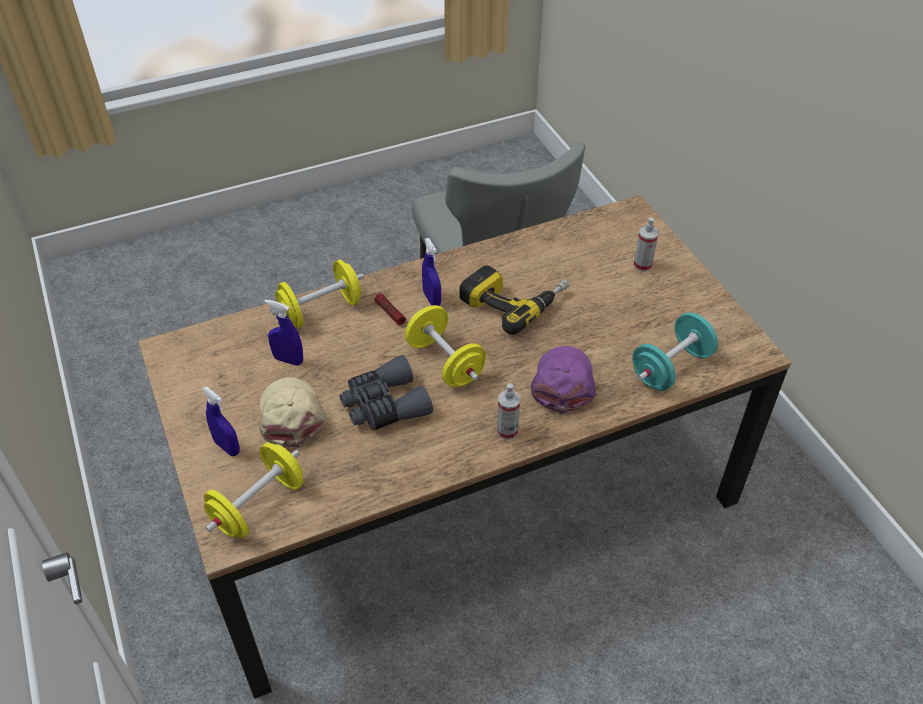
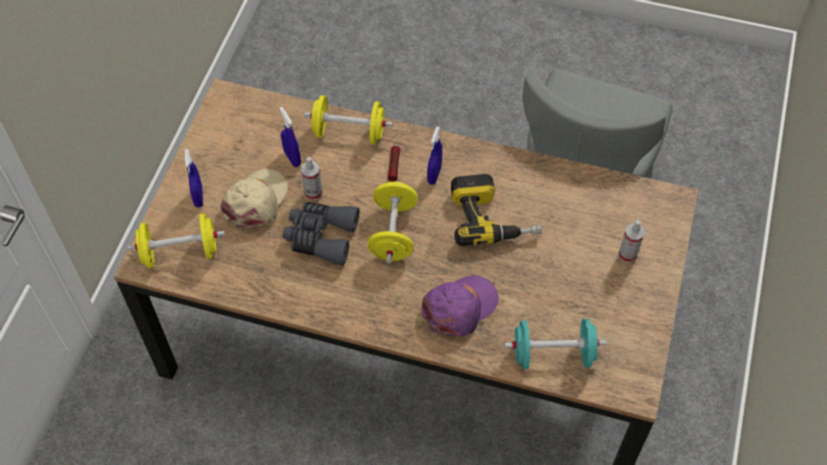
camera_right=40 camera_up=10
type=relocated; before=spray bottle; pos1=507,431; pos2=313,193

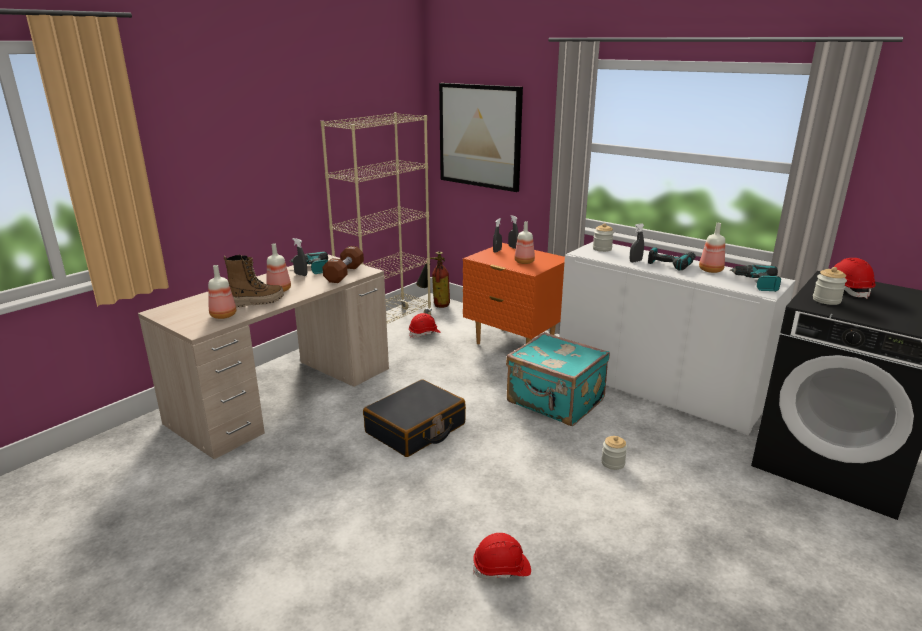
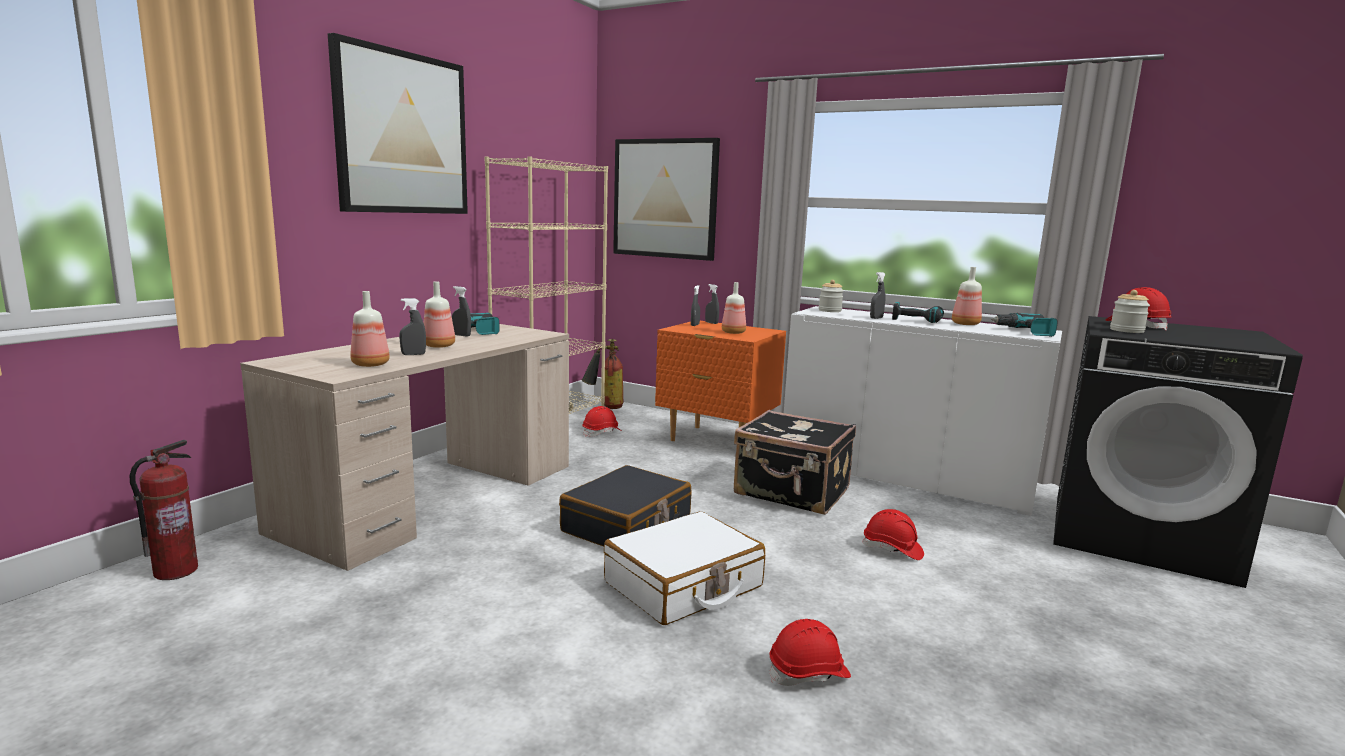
camera_right=-10 camera_up=-10
type=appeared; after=fire extinguisher; pos2=176,571
type=appeared; after=picture; pos2=402,134
type=exchanged; before=boot; after=spray bottle (grey); pos1=257,302; pos2=413,354
type=appeared; after=suitcase (white); pos2=684,585
type=colour; before=suitcase (turquoise); after=suitcase (black); pos1=555,402; pos2=792,493
type=exchanged; before=jar; after=hard hat (red); pos1=613,463; pos2=892,549
type=missing; before=dumbbell (brown); pos1=344,274

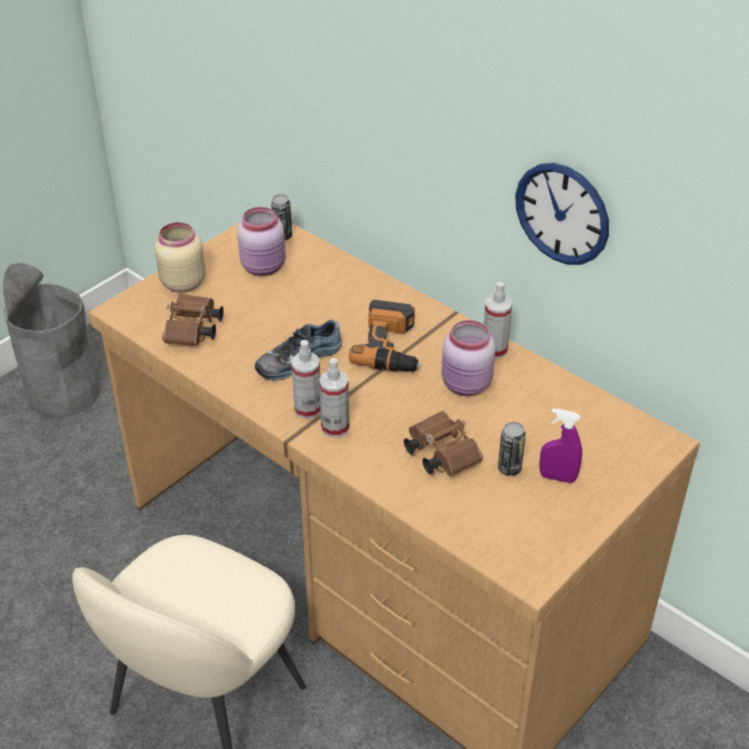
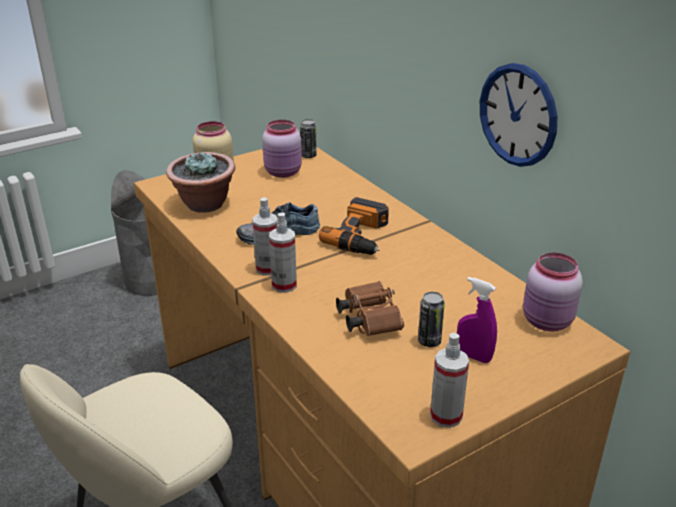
camera_right=15 camera_up=-10
type=exchanged; before=binoculars (brown); after=potted plant; pos1=193,331; pos2=204,204
type=relocated; before=spray bottle; pos1=494,350; pos2=446,416
type=relocated; before=jar (pink); pos1=466,385; pos2=547,322

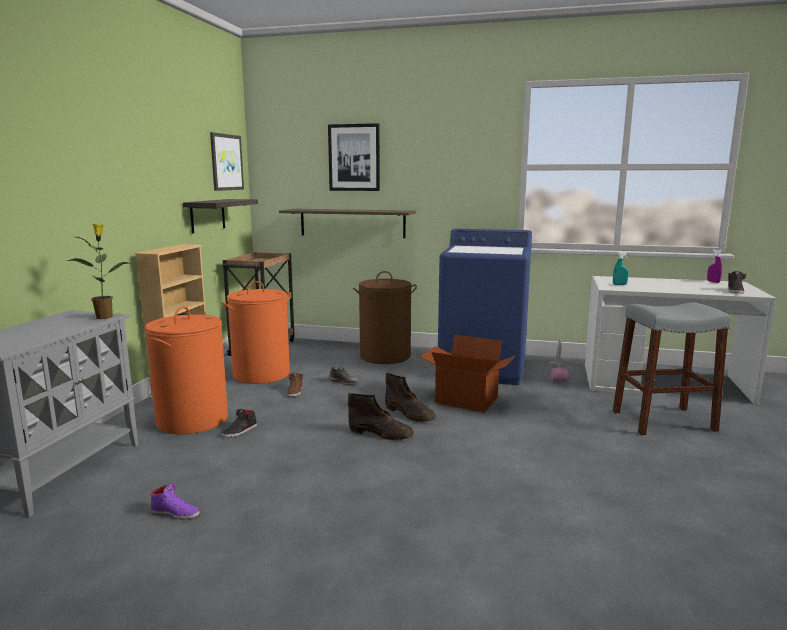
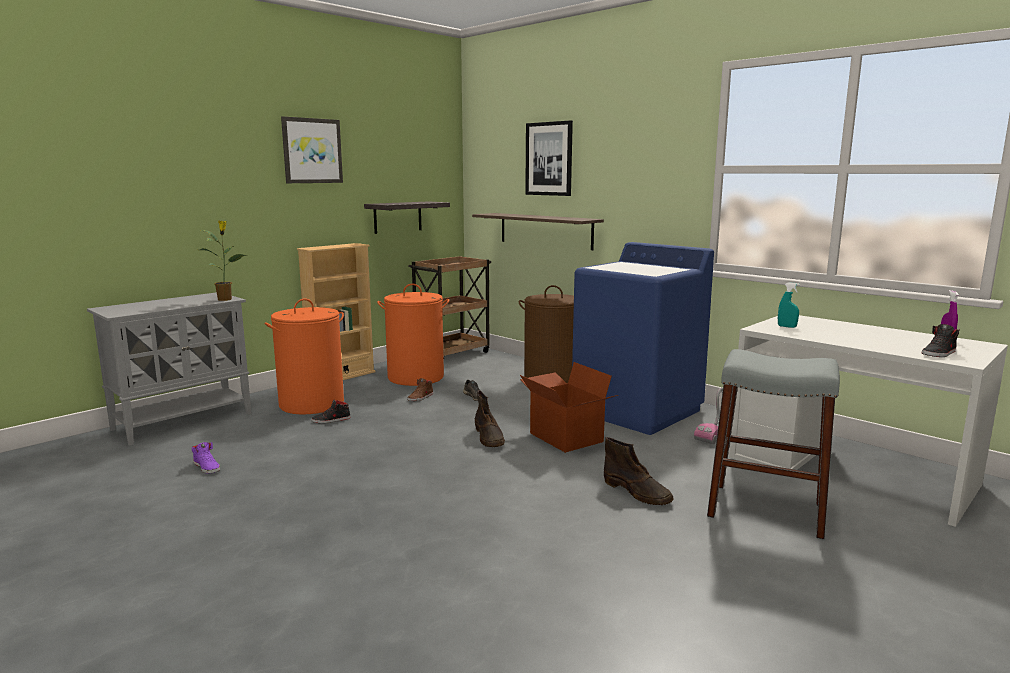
camera_right=30 camera_up=0
type=relocated; before=picture; pos1=226,162; pos2=312,151
type=relocated; before=boot (brown); pos1=381,433; pos2=637,492

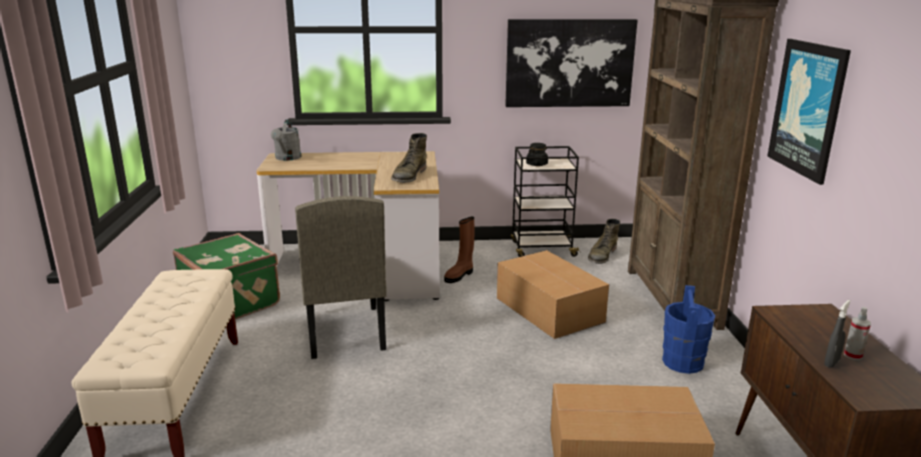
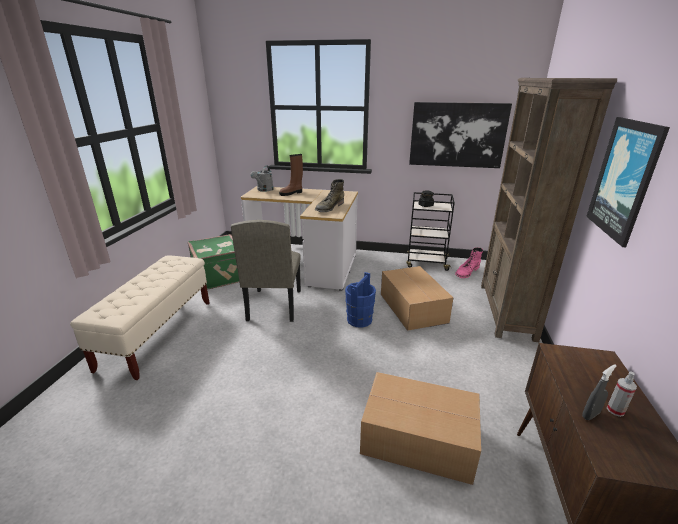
camera_right=15 camera_up=5
type=relocated; before=boot (brown); pos1=459,275; pos2=291,193
type=relocated; before=bucket (blue); pos1=683,362; pos2=359,320
type=colour; before=boot (green); after=boot (pink); pos1=602,255; pos2=467,272

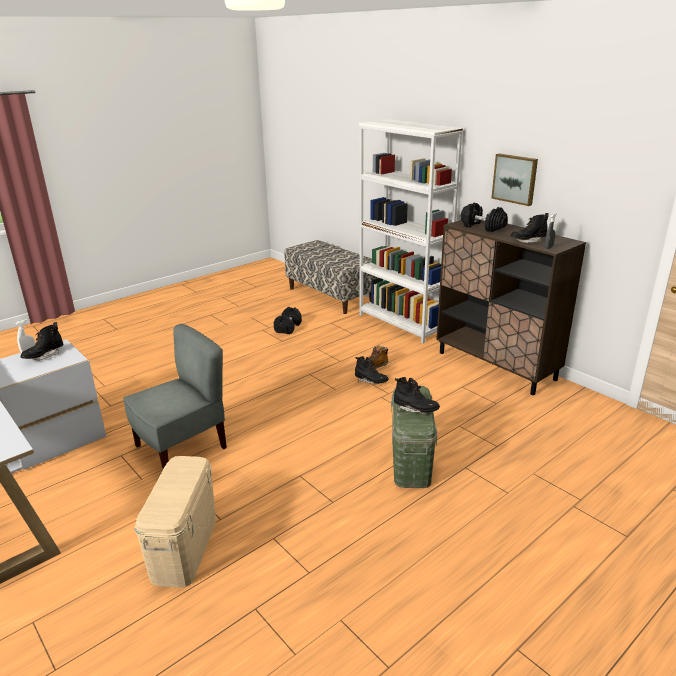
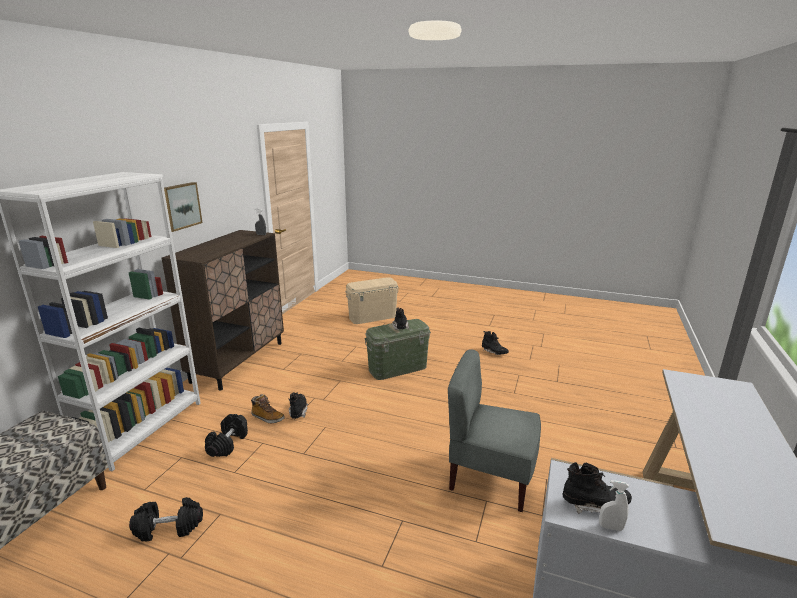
camera_right=-120 camera_up=-5
type=relocated; before=dumbbell (black); pos1=482,227; pos2=228,444
type=relocated; before=storage box (beige); pos1=185,548; pos2=372,317
type=relocated; before=boot (black); pos1=528,241; pos2=494,352

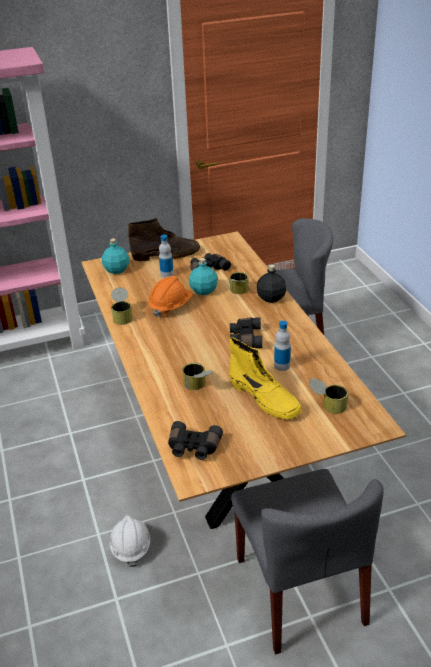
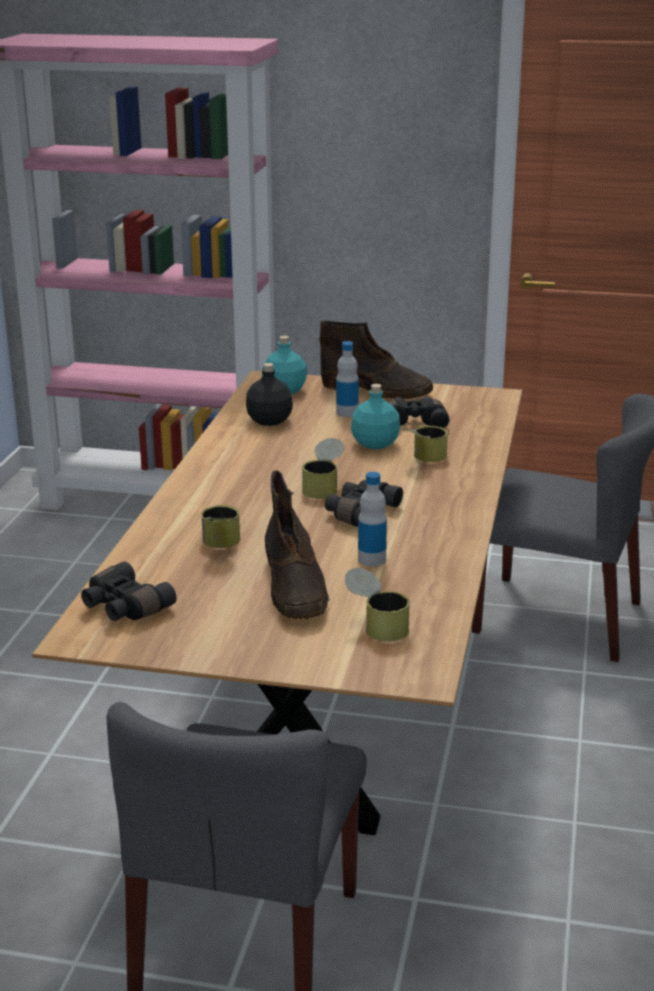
camera_right=30 camera_up=-10
type=relocated; before=bottle (black); pos1=271,298; pos2=270,421
type=colour; before=boot (yellow); after=boot (brown); pos1=265,398; pos2=295,587
type=relocated; before=can; pos1=122,315; pos2=324,487
type=missing; before=hard hat (white); pos1=130,547
type=missing; before=hard hat (orange); pos1=170,307

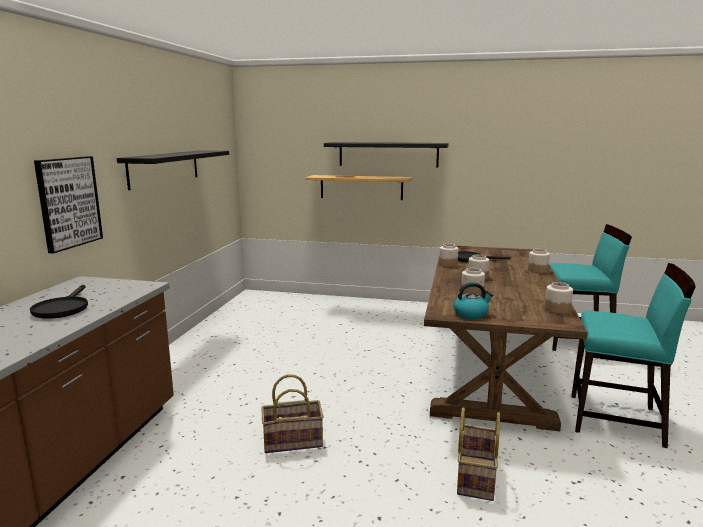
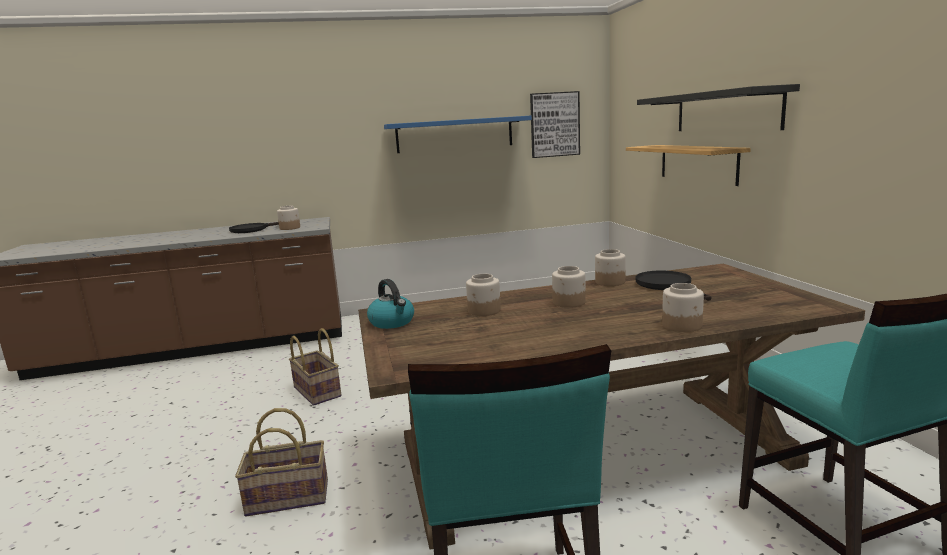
camera_right=65 camera_up=0
type=relocated; before=jar; pos1=557,309; pos2=290,228
type=colour; before=shelf (black); after=shelf (blue); pos1=164,168; pos2=454,134
type=relocated; before=picture; pos1=68,202; pos2=554,124

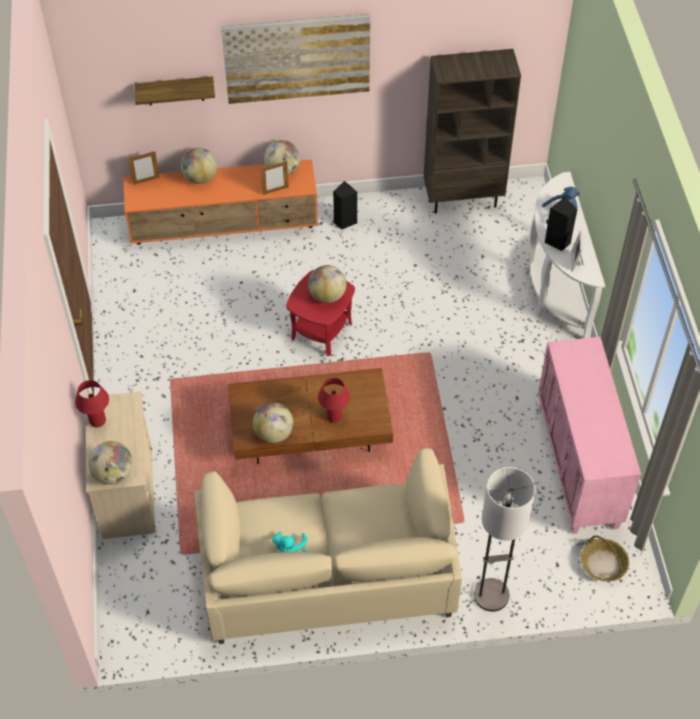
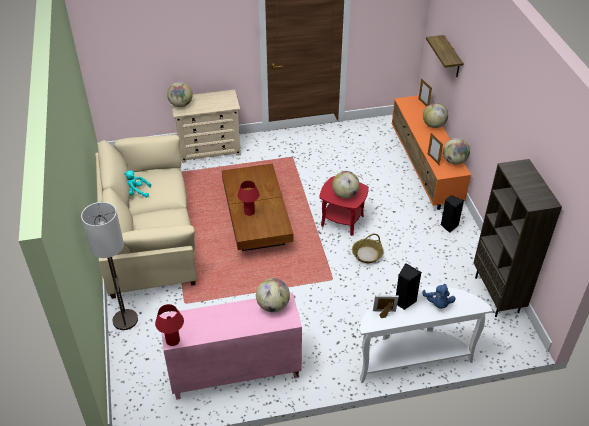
camera_right=85 camera_up=-10
type=relocated; before=table lamp (red); pos1=97,421; pos2=173,341
type=relocated; before=globe; pos1=274,433; pos2=273,306
type=relocated; before=basket; pos1=603,564; pos2=367,254
type=missing; before=picture; pos1=297,58

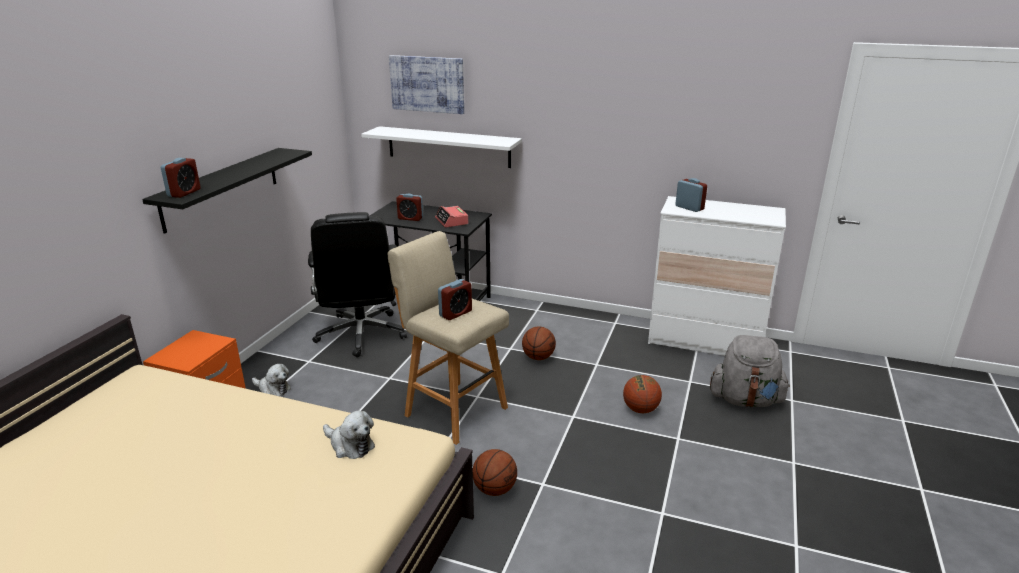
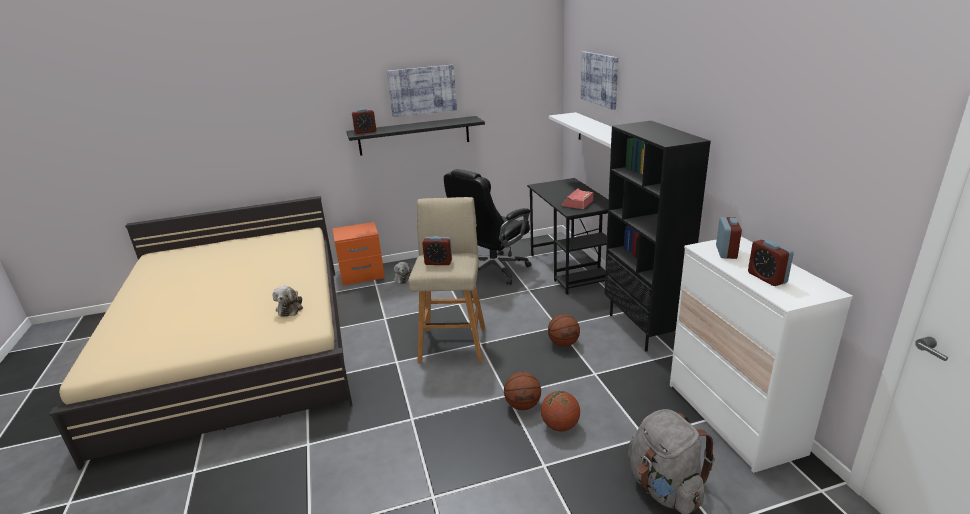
camera_right=55 camera_up=0
type=appeared; after=picture; pos2=422,90
type=relocated; before=basketball; pos1=495,489; pos2=523,405
type=appeared; after=bookcase (black); pos2=643,329
type=relocated; before=alarm clock; pos1=410,218; pos2=767,278

